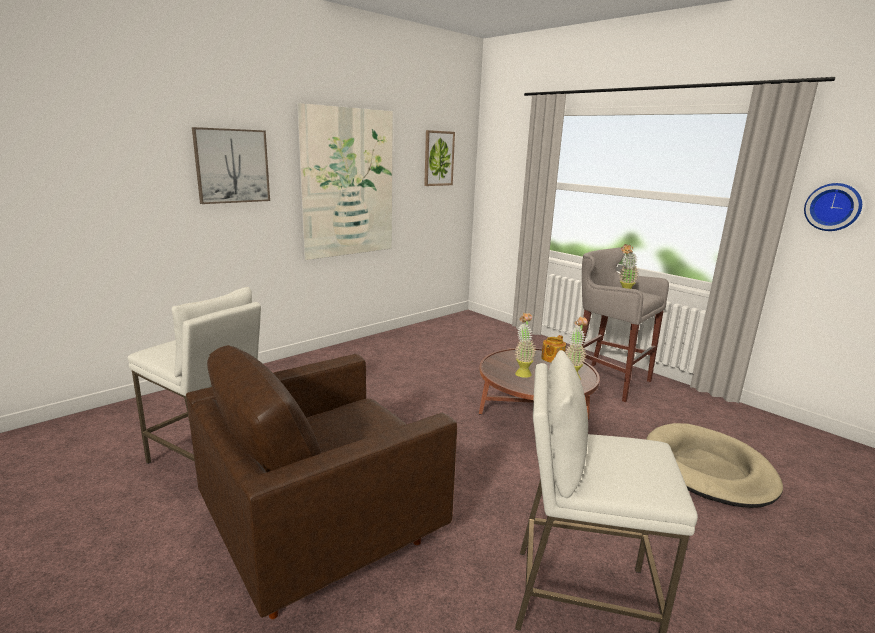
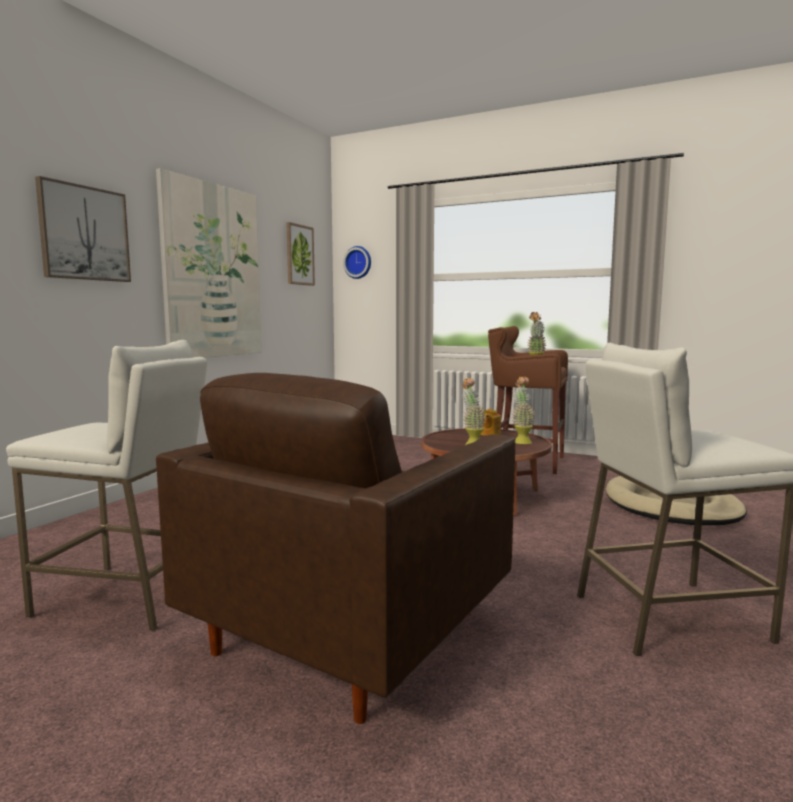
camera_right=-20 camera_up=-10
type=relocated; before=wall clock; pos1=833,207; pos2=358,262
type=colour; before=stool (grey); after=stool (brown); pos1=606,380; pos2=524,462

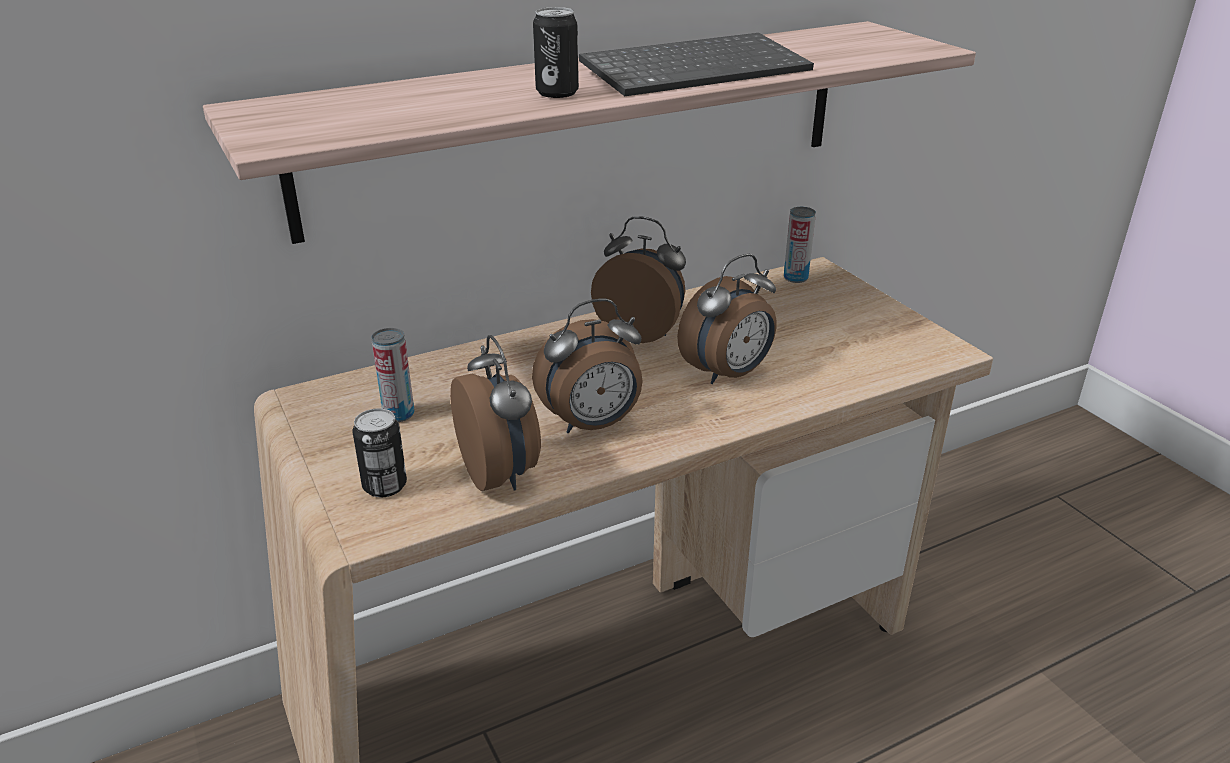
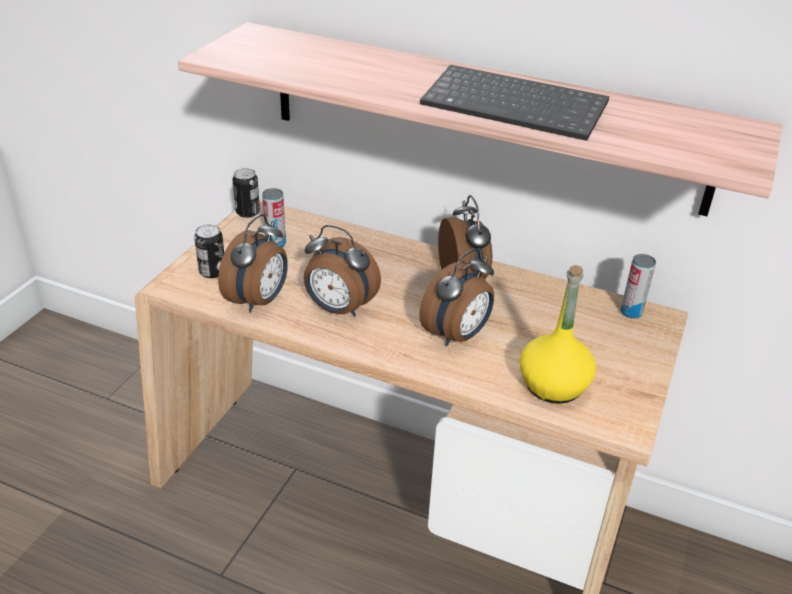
camera_right=50 camera_up=5
type=relocated; before=can; pos1=557,93; pos2=247,212
type=spun; before=alarm clock; pos1=728,374; pos2=457,336; turn=-60
type=appeared; after=bottle (yellow); pos2=553,385

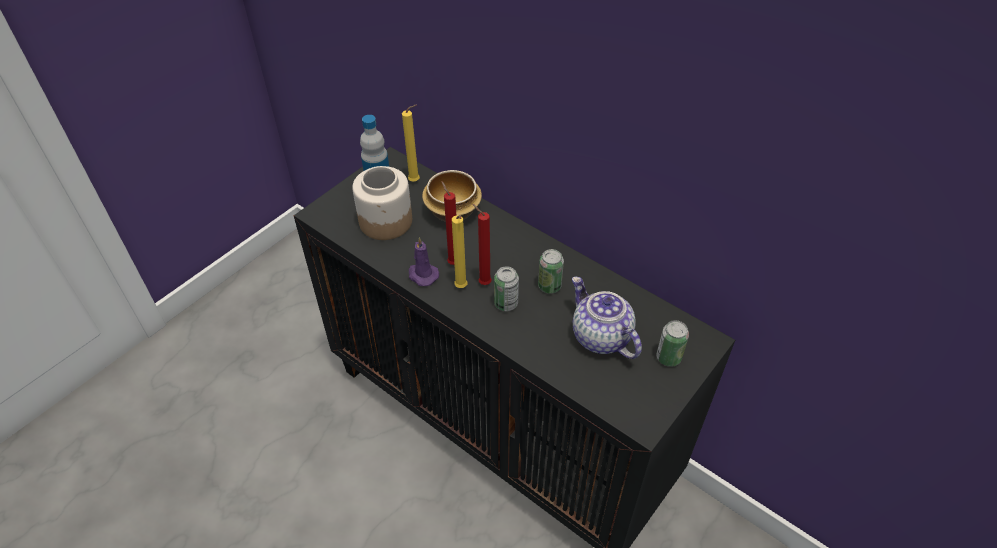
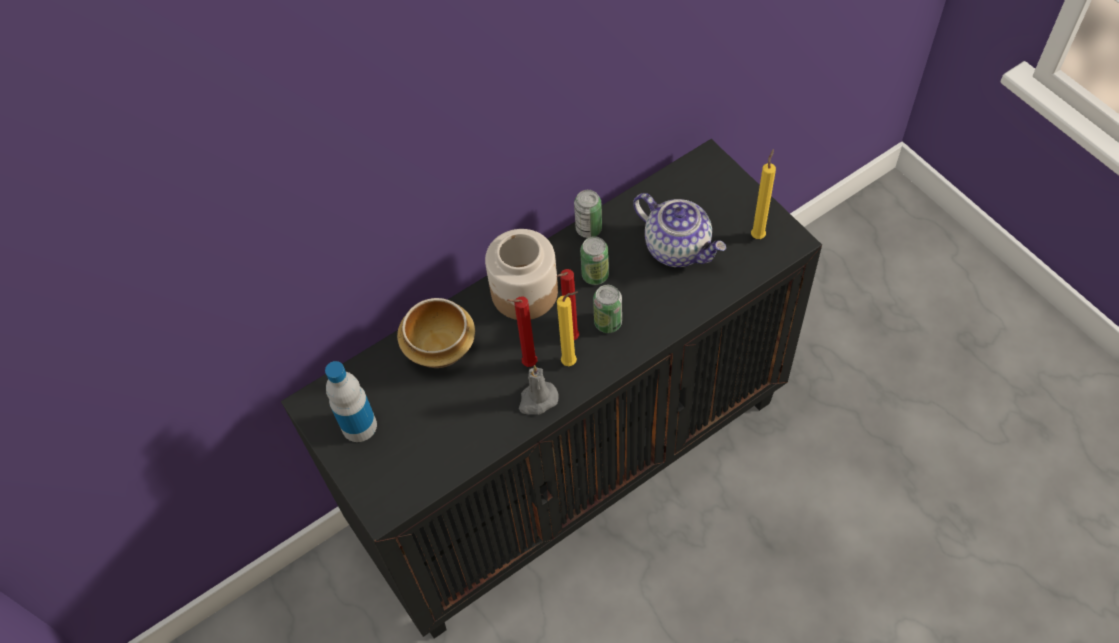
camera_right=-70 camera_up=10
type=relocated; before=jar; pos1=386,221; pos2=524,291
type=colour; before=candle (purple); after=candle (grey); pos1=422,275; pos2=537,400
type=relocated; before=can; pos1=668,357; pos2=588,229
type=spun; before=teapot; pos1=600,337; pos2=678,247; turn=-120
type=relocated; before=candle (yellow); pos1=416,181; pos2=758,234

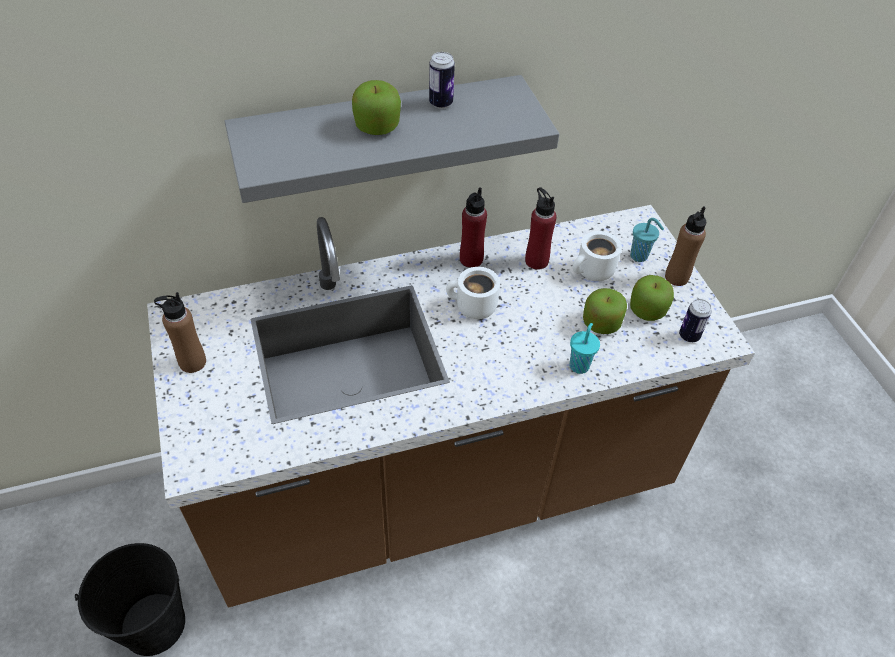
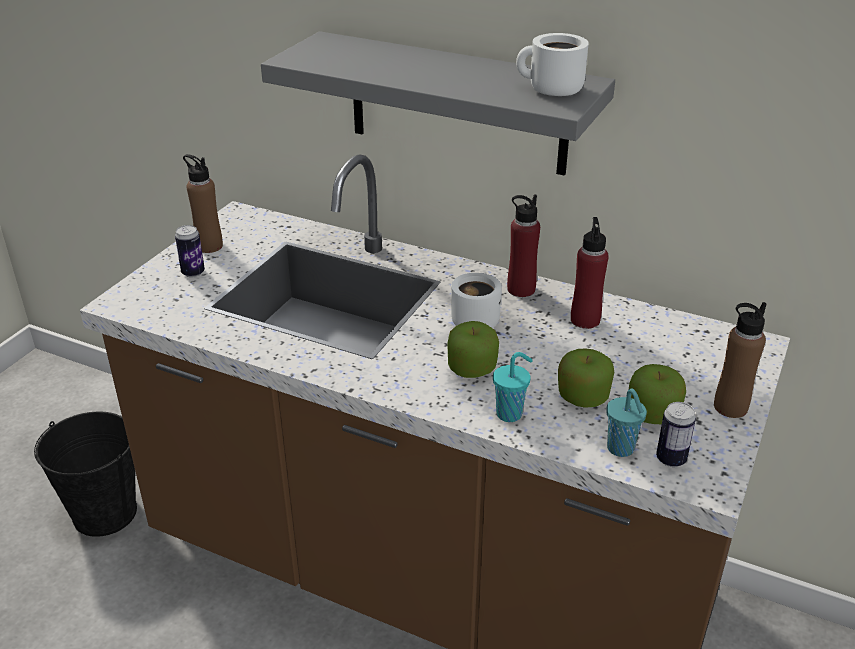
camera_right=45 camera_up=-15
type=relocated; before=can; pos1=441,103; pos2=193,273
type=relocated; before=apple; pos1=377,126; pos2=472,368
type=relocated; before=mug (white); pos1=593,272; pos2=550,90
type=relocated; before=cup (turquoise); pos1=640,256; pos2=621,449

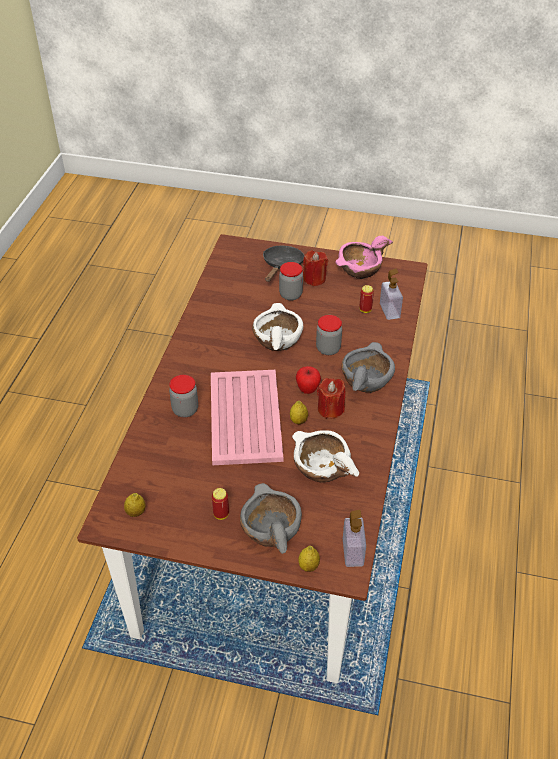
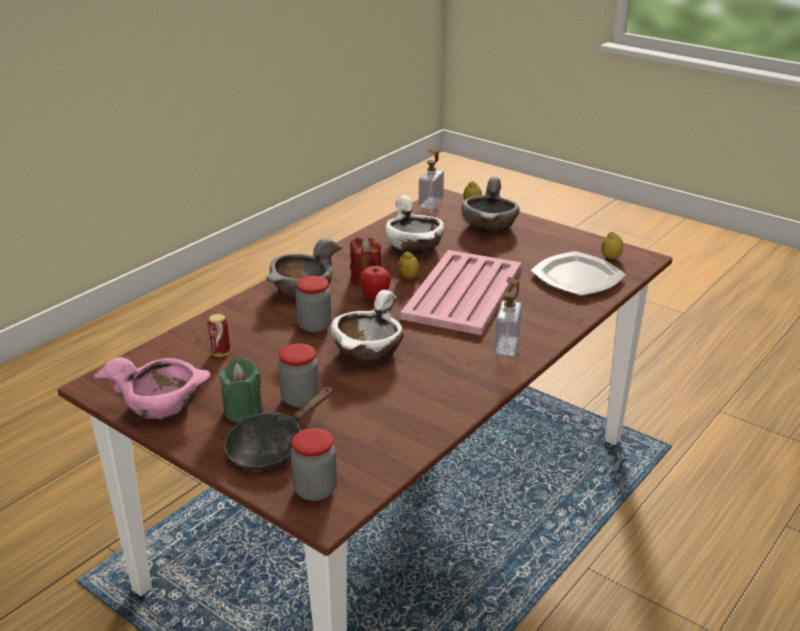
camera_right=-155 camera_up=-15
type=colour; before=candle (red); after=candle (green); pos1=314,279; pos2=243,411
type=relocated; before=jar; pos1=185,410; pos2=315,490
type=relocated; before=soap dispenser; pos1=389,310; pos2=507,345
type=appeared; after=plate; pos2=577,276
type=missing; before=can; pos1=221,514

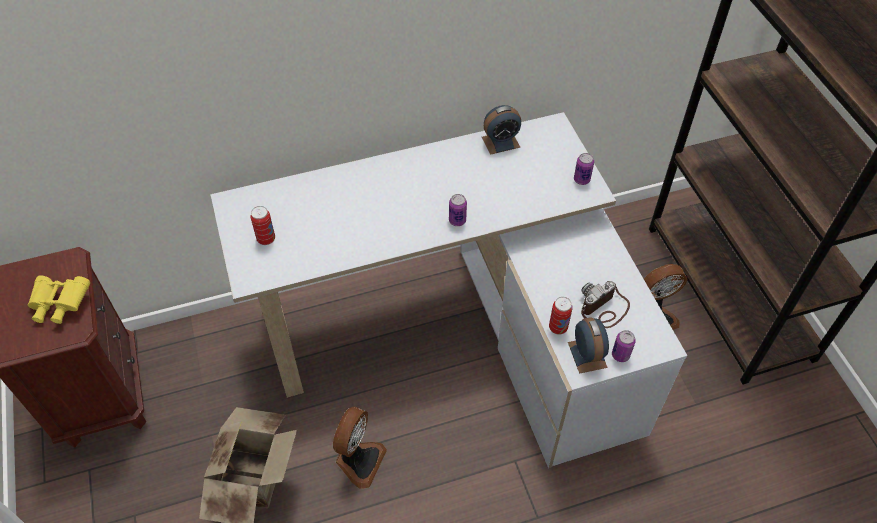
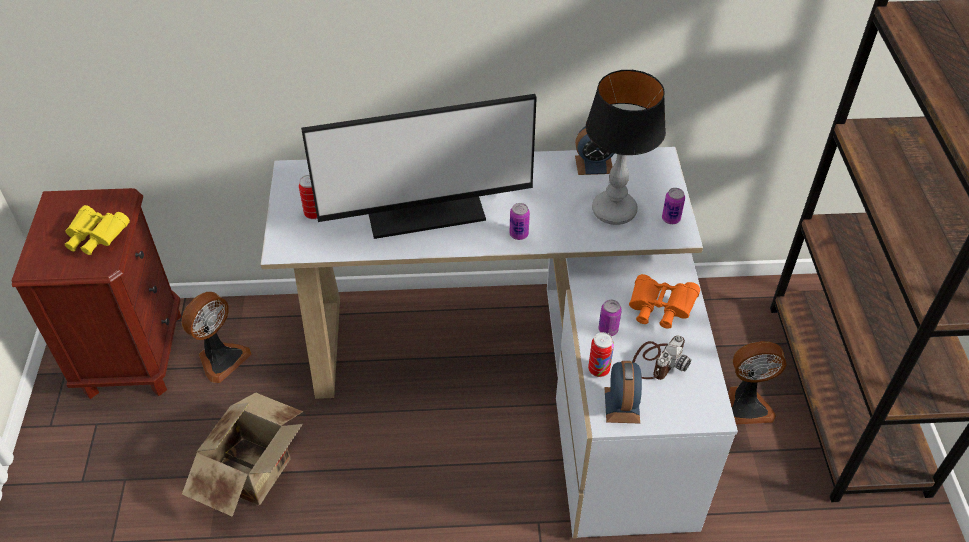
camera_right=15 camera_up=-5
type=relocated; before=fan; pos1=359,461; pos2=221,358
type=appeared; after=monitor; pos2=424,208
type=appeared; after=table lamp; pos2=614,210
type=relocated; before=can; pos1=620,355; pos2=608,330
type=appeared; after=binoculars (orange); pos2=659,309
type=spun; before=photo camera; pos1=604,309; pos2=657,361; turn=150

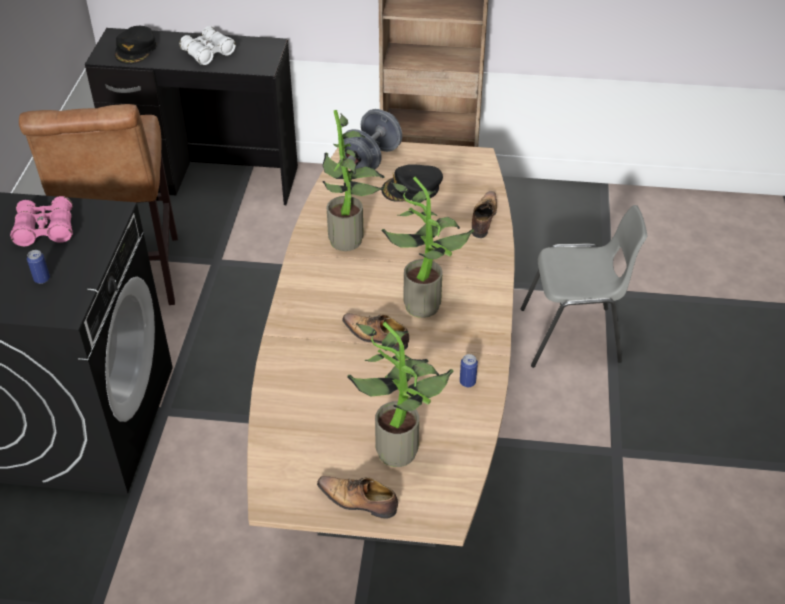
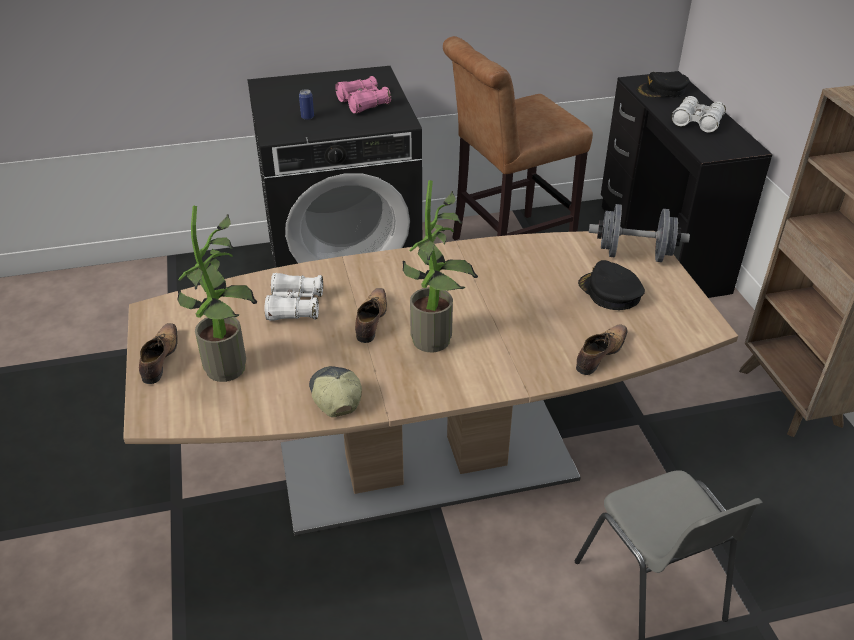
camera_right=70 camera_up=-5
type=appeared; after=binoculars (white); pos2=295,306
type=exchanged; before=can; after=cap; pos1=467,382; pos2=334,396
type=spun; before=shoe; pos1=483,219; pos2=600,354; turn=-45
type=missing; before=potted plant; pos1=351,240

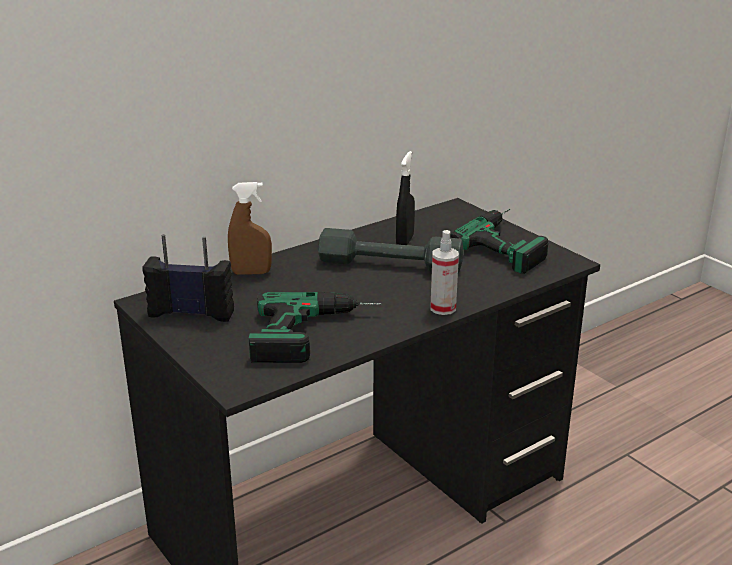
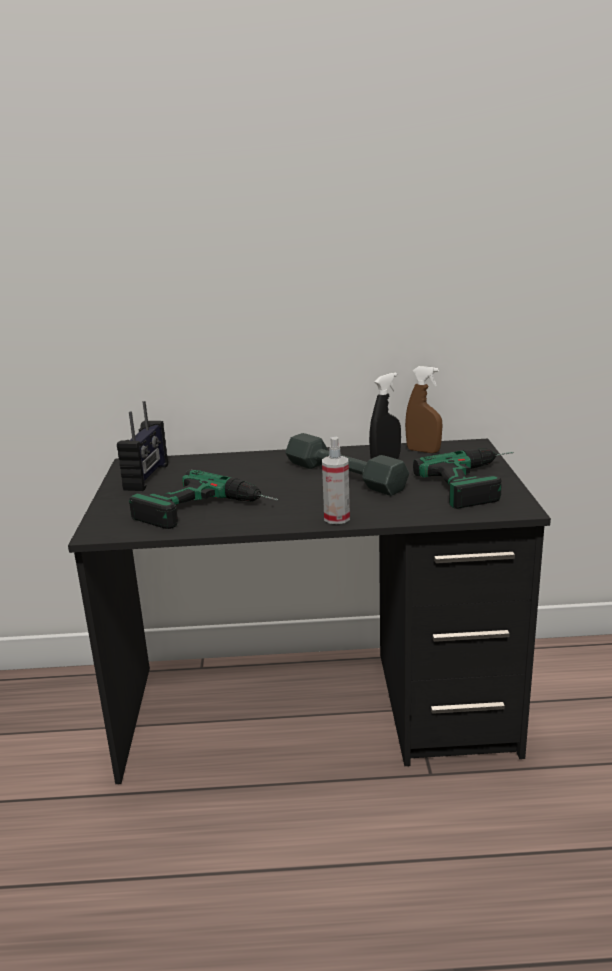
camera_right=35 camera_up=-5
type=spun; before=radio; pos1=191,313; pos2=147,477; turn=60
type=relocated; before=spray bottle (brown); pos1=251,273; pos2=423,451

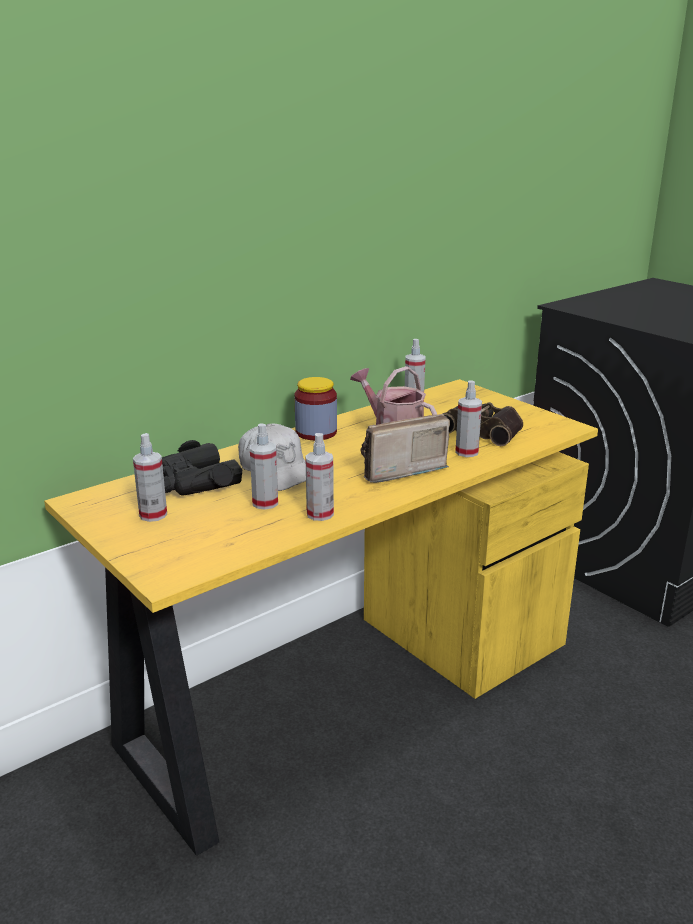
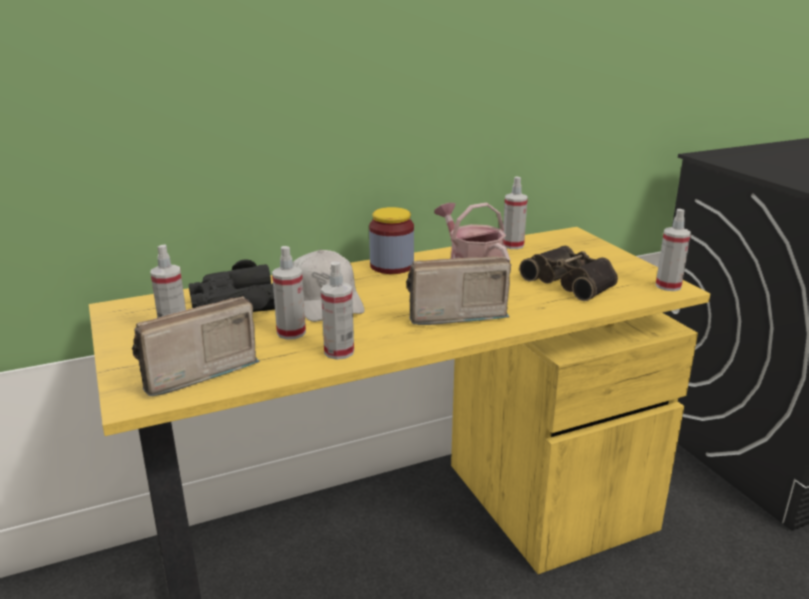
camera_right=15 camera_up=0
type=appeared; after=radio; pos2=192,372
type=relocated; before=spray bottle; pos1=466,452; pos2=668,286

